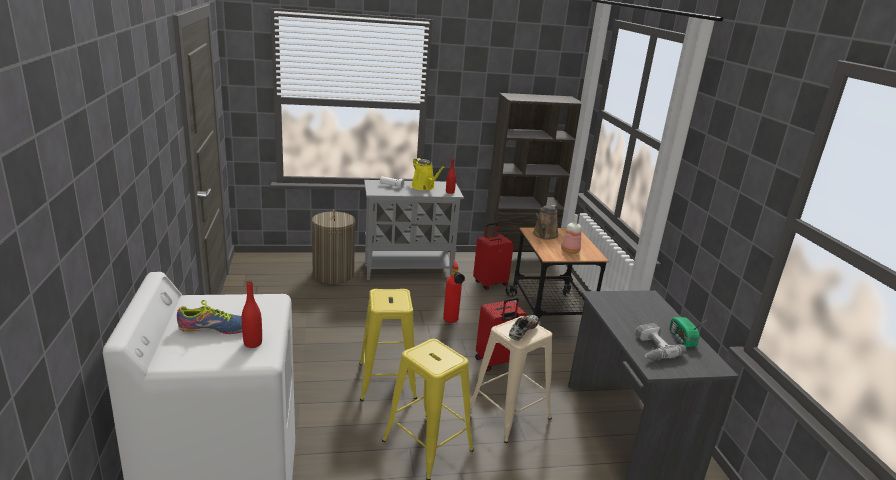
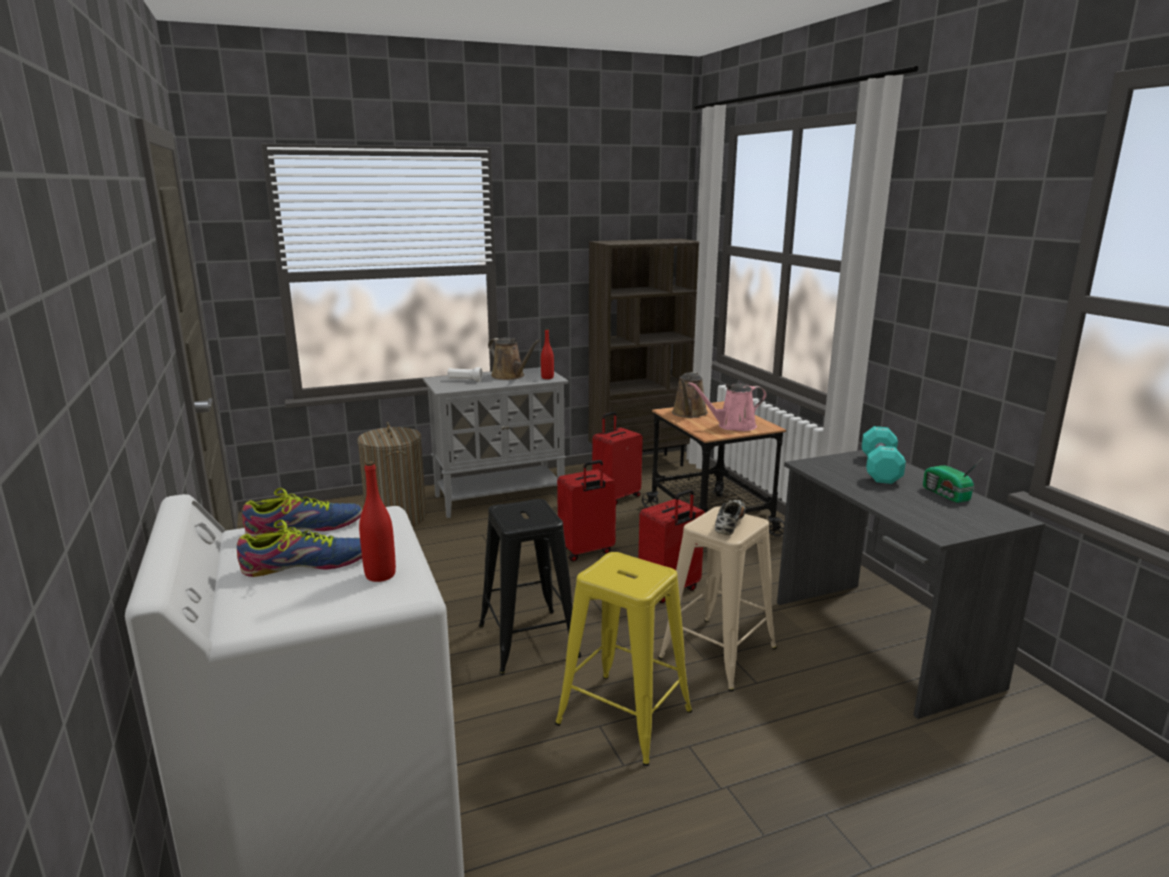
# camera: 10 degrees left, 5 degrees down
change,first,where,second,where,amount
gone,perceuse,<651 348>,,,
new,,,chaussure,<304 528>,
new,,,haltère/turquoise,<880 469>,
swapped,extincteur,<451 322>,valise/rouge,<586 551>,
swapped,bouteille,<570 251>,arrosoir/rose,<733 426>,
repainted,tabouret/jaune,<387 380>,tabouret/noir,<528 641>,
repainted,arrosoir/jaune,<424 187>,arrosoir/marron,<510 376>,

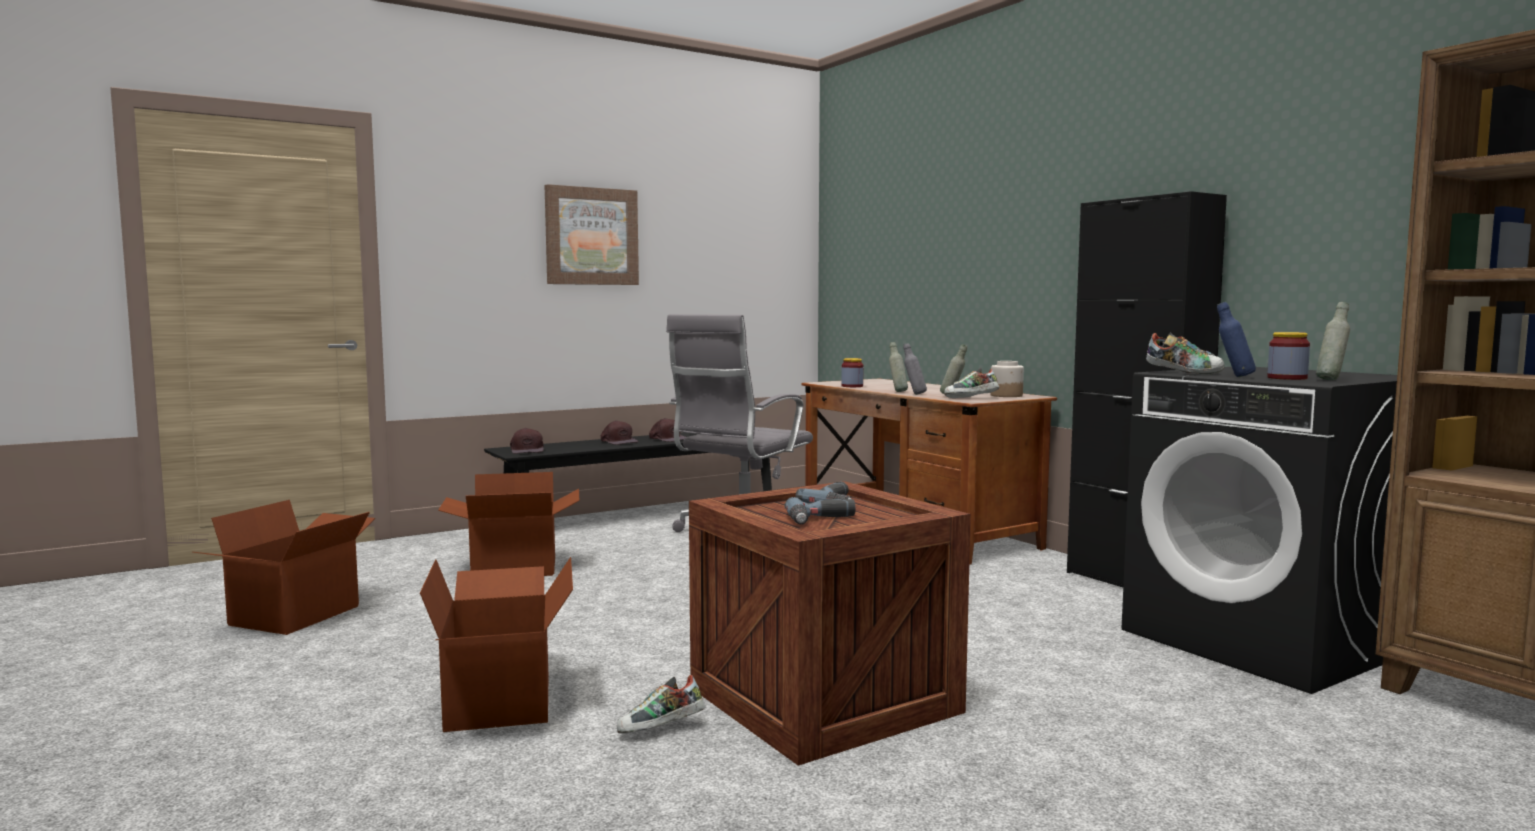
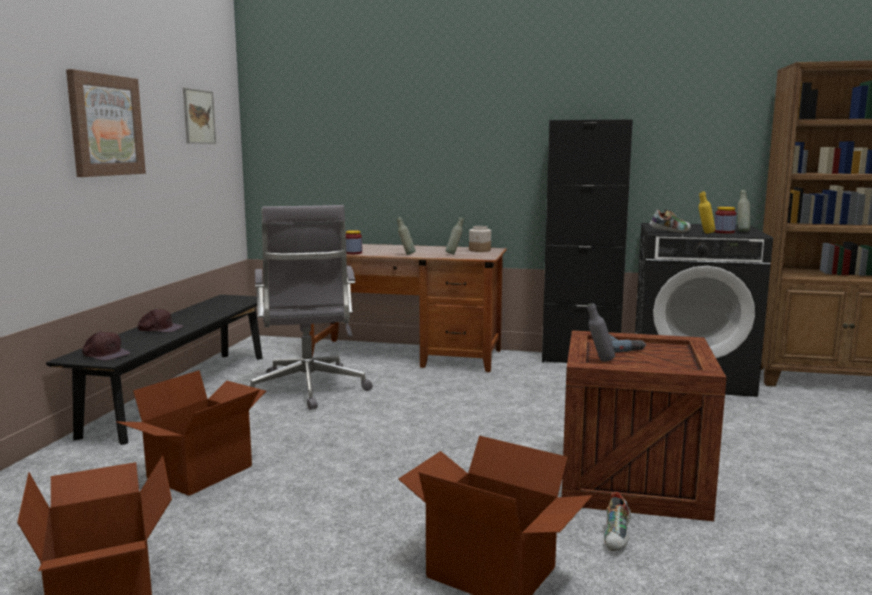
# camera: 45 degrees left, 5 degrees up
change,first,where,second,where,amount
gone,casquette/marron,<668 439>,,,
gone,perceuse,<822 520>,,,
gone,chaussure,<971 398>,,,
new,,,tableau,<199 116>,
shifted,bouteille/gris,<914 394>,,<599 361>,
repainted,bouteille/bleu,<1234 377>,bouteille/jaune,<705 233>,

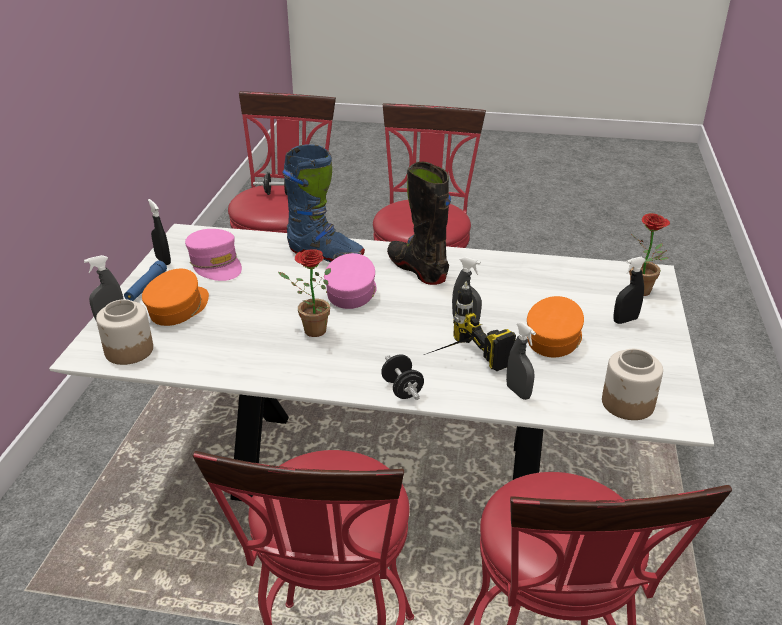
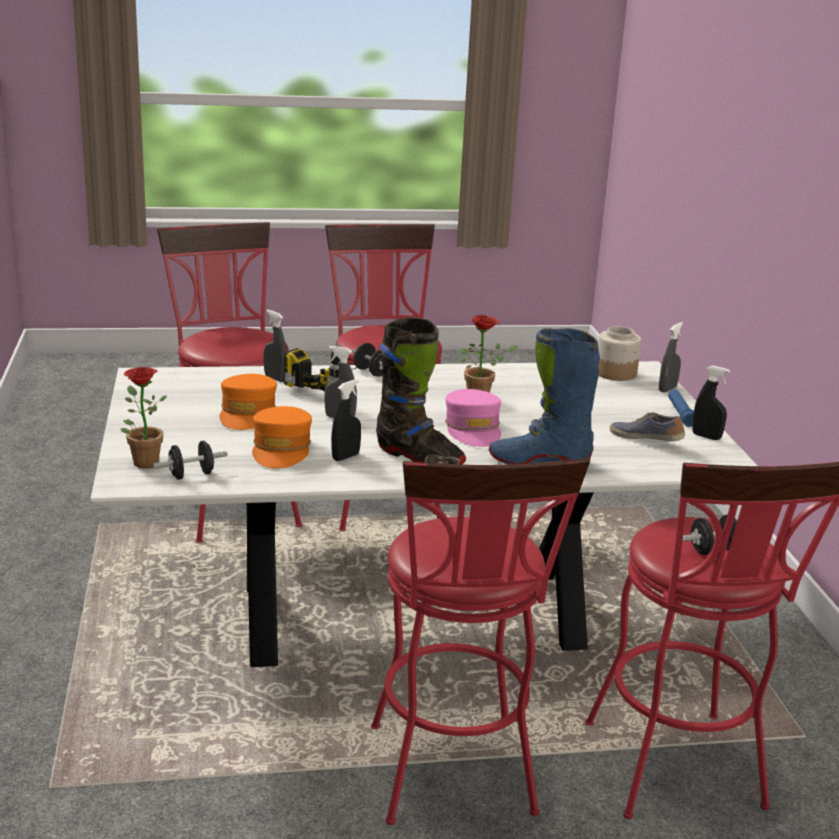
# camera: 160 degrees right, 10 degrees down
change,first,where,second,where,amount
gone,bocal,<628 403>,,,
new,,,haltère/noir,<191 475>,
shifted,casquette/orange,<178 308>,,<281 449>,
shifted,vaporisateur/noir,<625 320>,,<345 457>,
swapped,casquette/rose,<216 264>,chaussure,<646 439>,

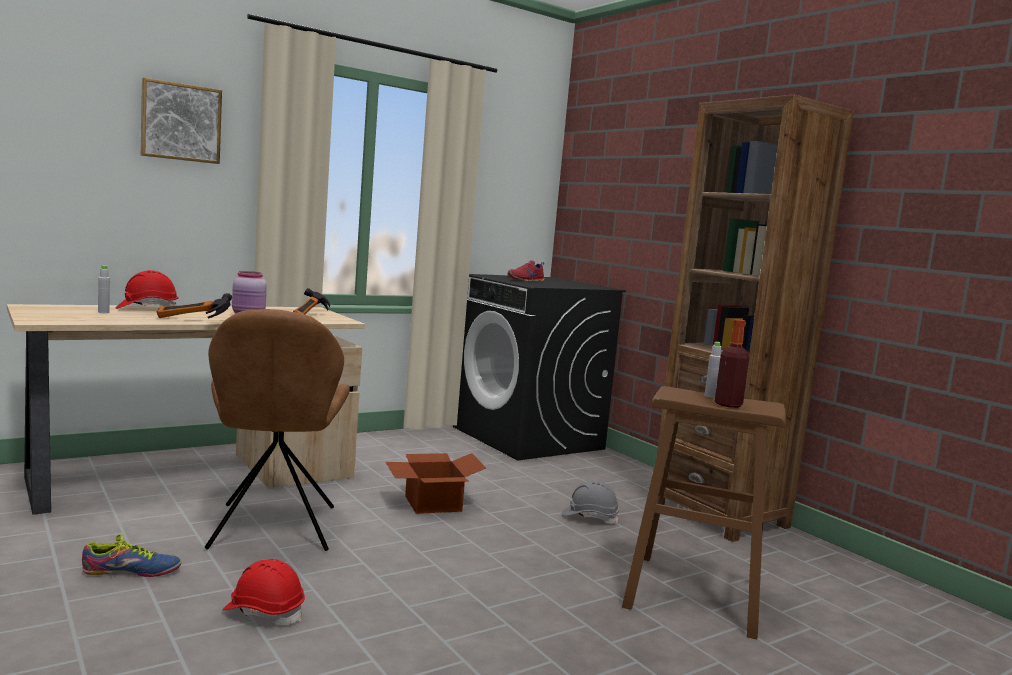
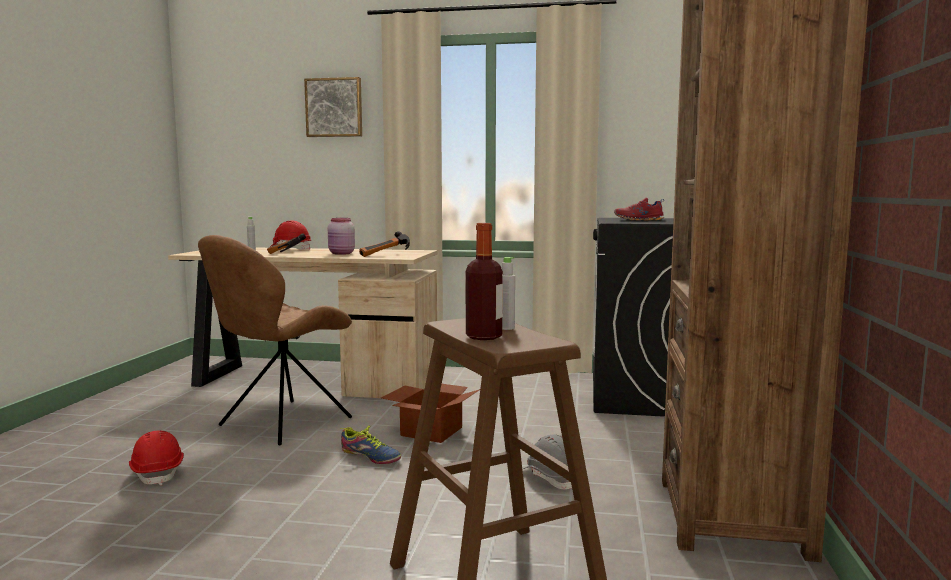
# camera: 45 degrees right, 0 degrees up
change,first,where,second,where,amount
shifted,chaussure,<131 571>,,<370 456>,

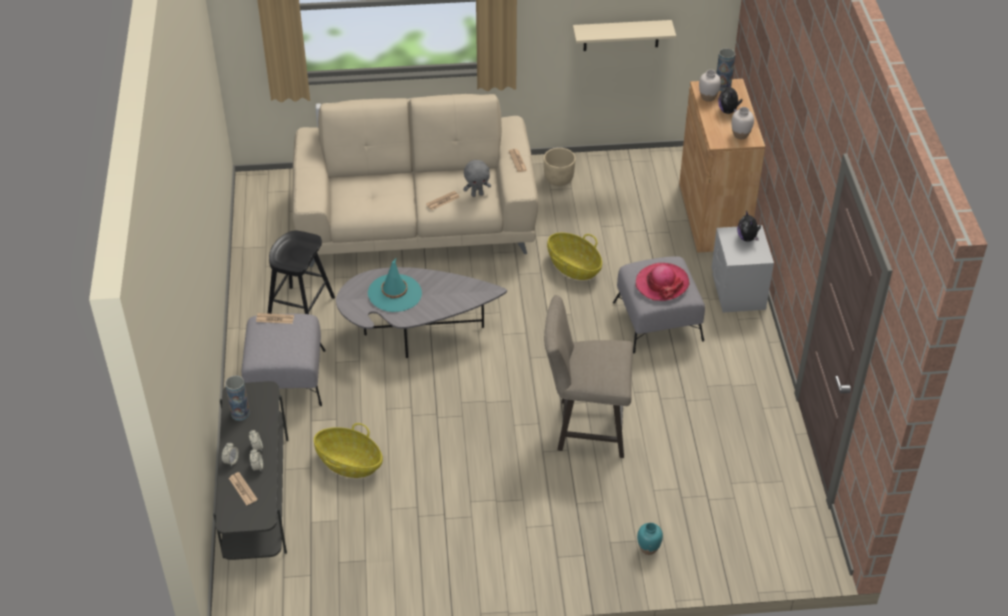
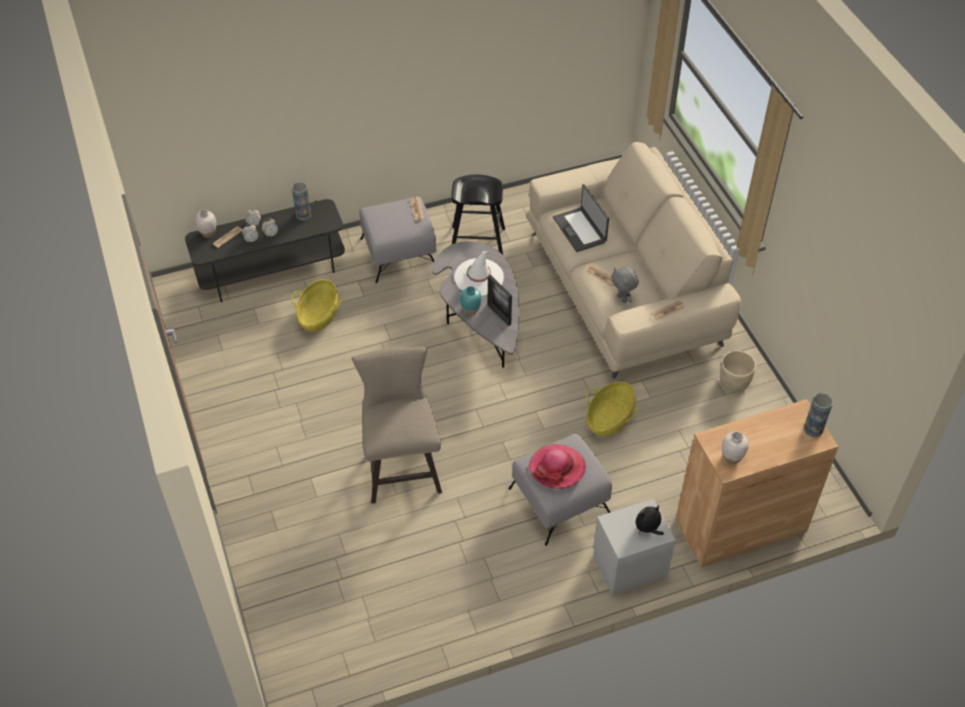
# camera: 75 degrees right, 5 degrees up
change,first,where,second,where,amount
gone,étagère/beige,<621 35>,,,
gone,peluche,<728 111>,,,
new,,,cadre photo,<499 315>,
new,,,ordinateur portable,<580 230>,
shifted,vase/turquoise,<648 548>,,<470 310>,
shifted,vase/blanc,<708 97>,,<208 233>,
repainted,chapeau/turquoise,<395 293>,chapeau/blanc,<479 277>,

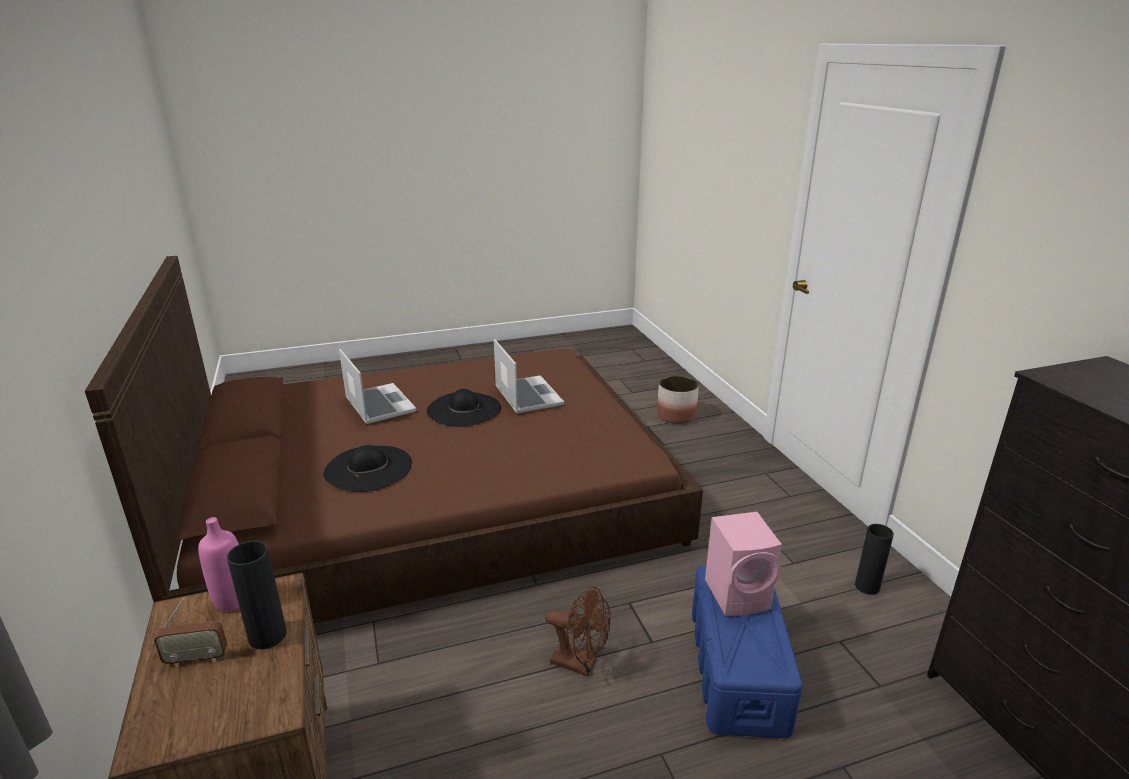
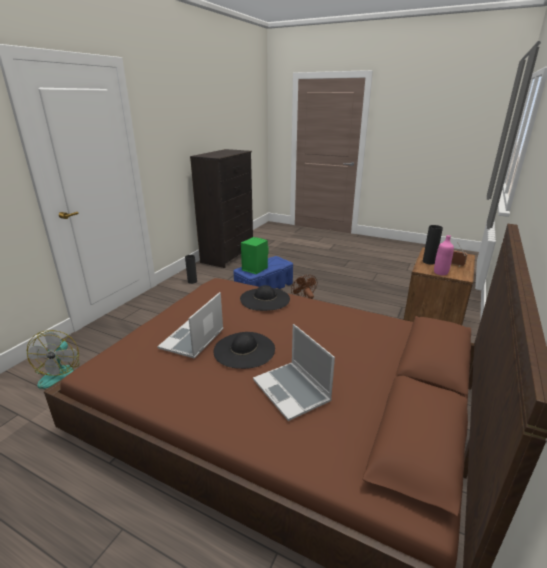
# camera: 135 degrees left, 0 degrees up
change,first,where,second,where,amount
shifted,chapeau/noir,<368 468>,,<265 299>,
swapped,cache-pot,<676 416>,ventilateur,<60 372>,
repainted,enceinte/rose,<739 594>,enceinte/vert,<254 269>,
rotated,ordinateur portable,<378 405>,,<292 391>,45 degrees counterclockwise

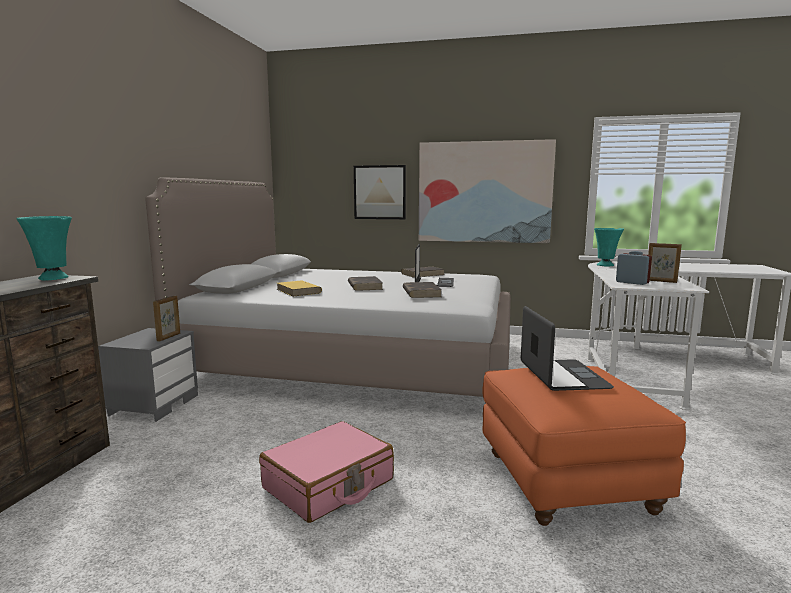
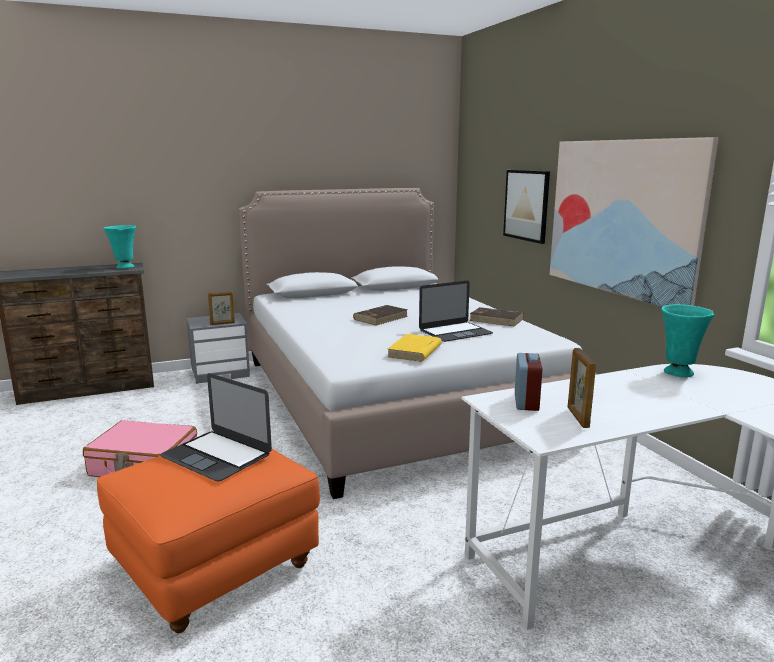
# camera: 55 degrees right, 5 degrees up
change,first,where,second,where,amount
gone,livre/marron,<421 293>,,,
shifted,livre/jaune,<299 291>,,<414 351>,
rotated,ordinateur portable,<563 375>,,<216 455>,75 degrees clockwise

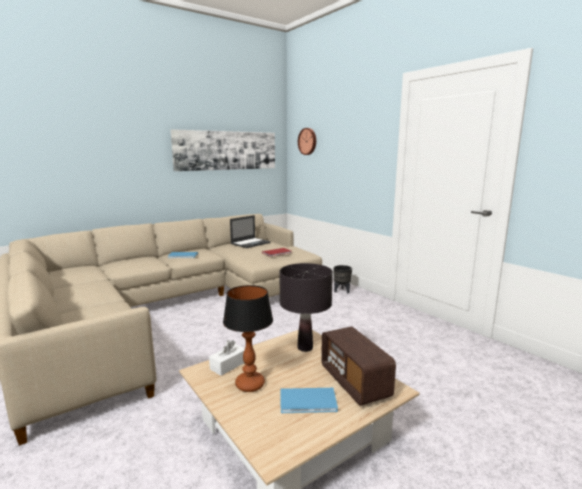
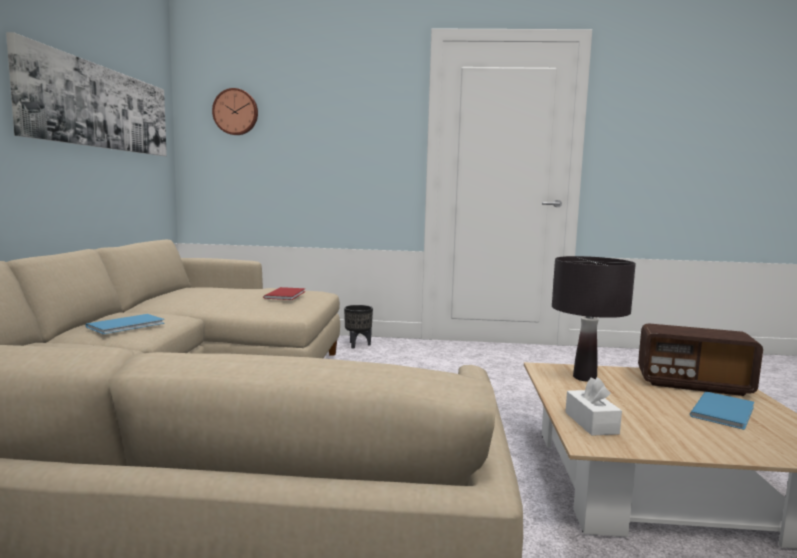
# camera: 50 degrees left, 5 degrees down
change,first,where,second,where,amount
gone,lampe de table,<250 384>,,,
gone,ordinateur portable,<250 243>,,,

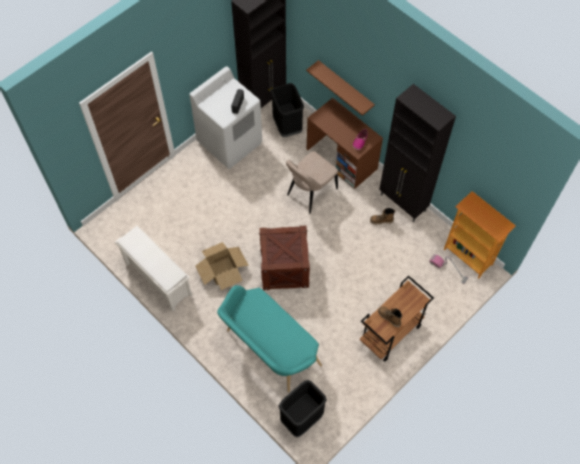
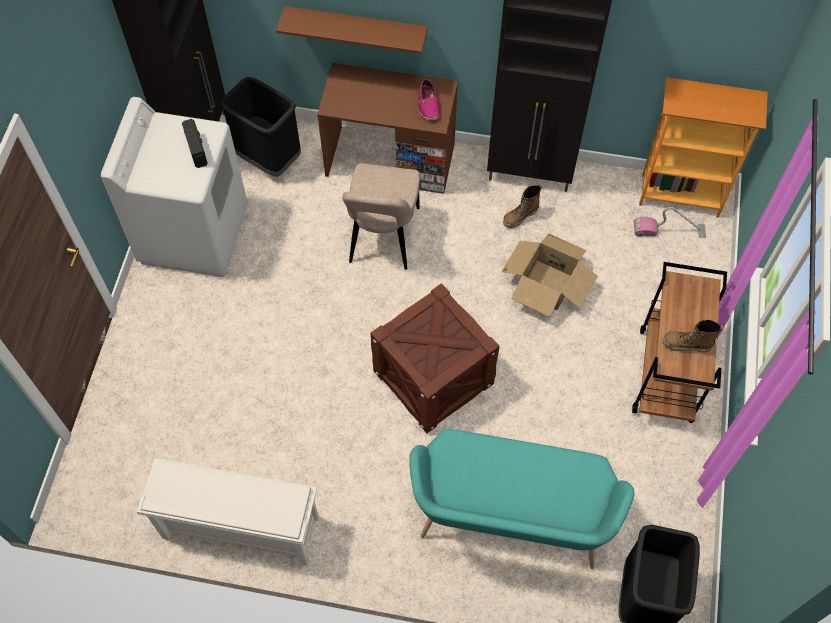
# camera: 35 degrees left, 0 degrees up
change,first,where,second,where,amount
shifted,carton,<222 270>,,<546 284>,

